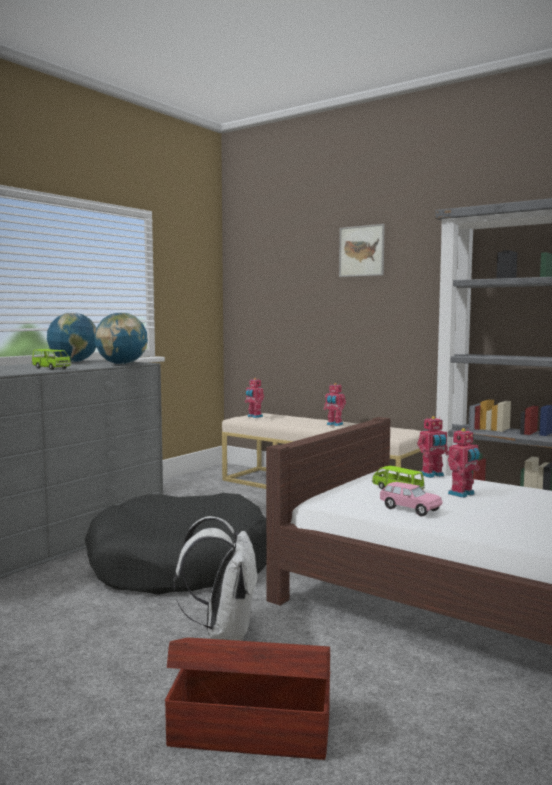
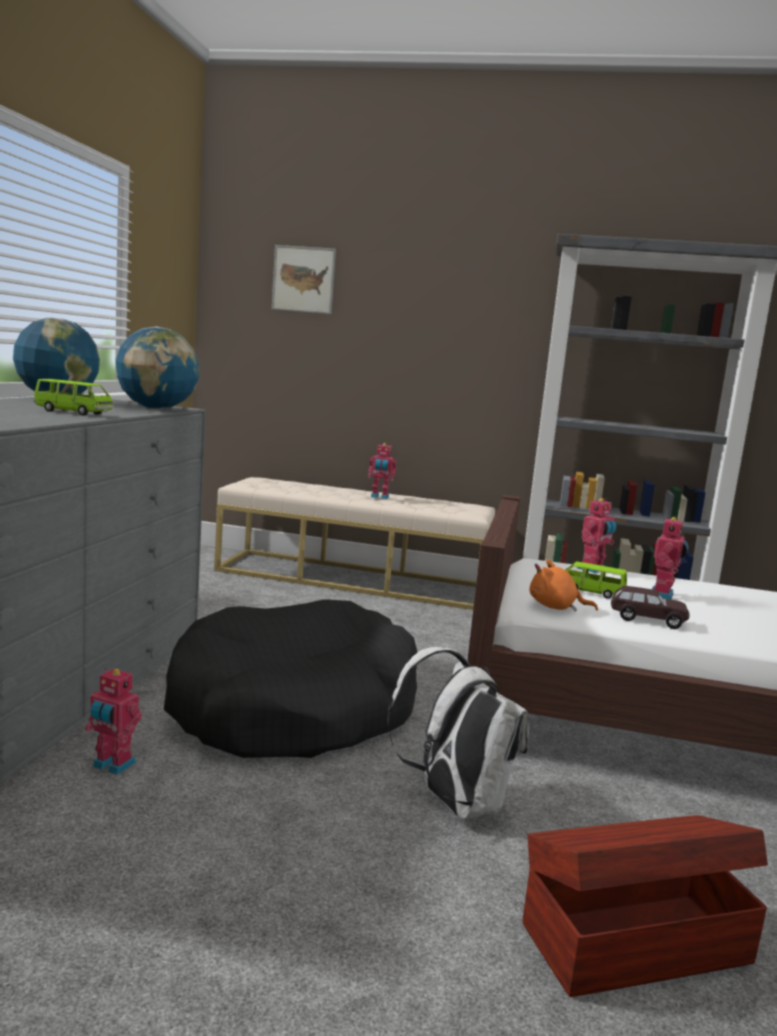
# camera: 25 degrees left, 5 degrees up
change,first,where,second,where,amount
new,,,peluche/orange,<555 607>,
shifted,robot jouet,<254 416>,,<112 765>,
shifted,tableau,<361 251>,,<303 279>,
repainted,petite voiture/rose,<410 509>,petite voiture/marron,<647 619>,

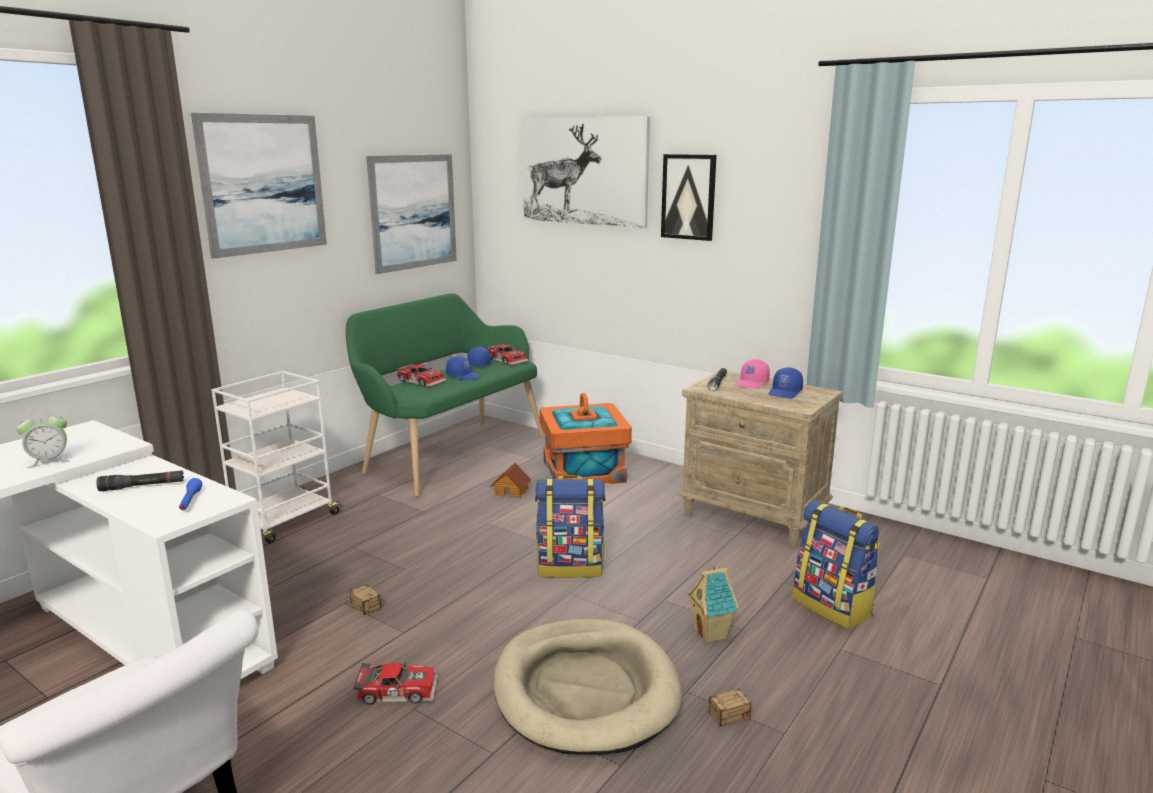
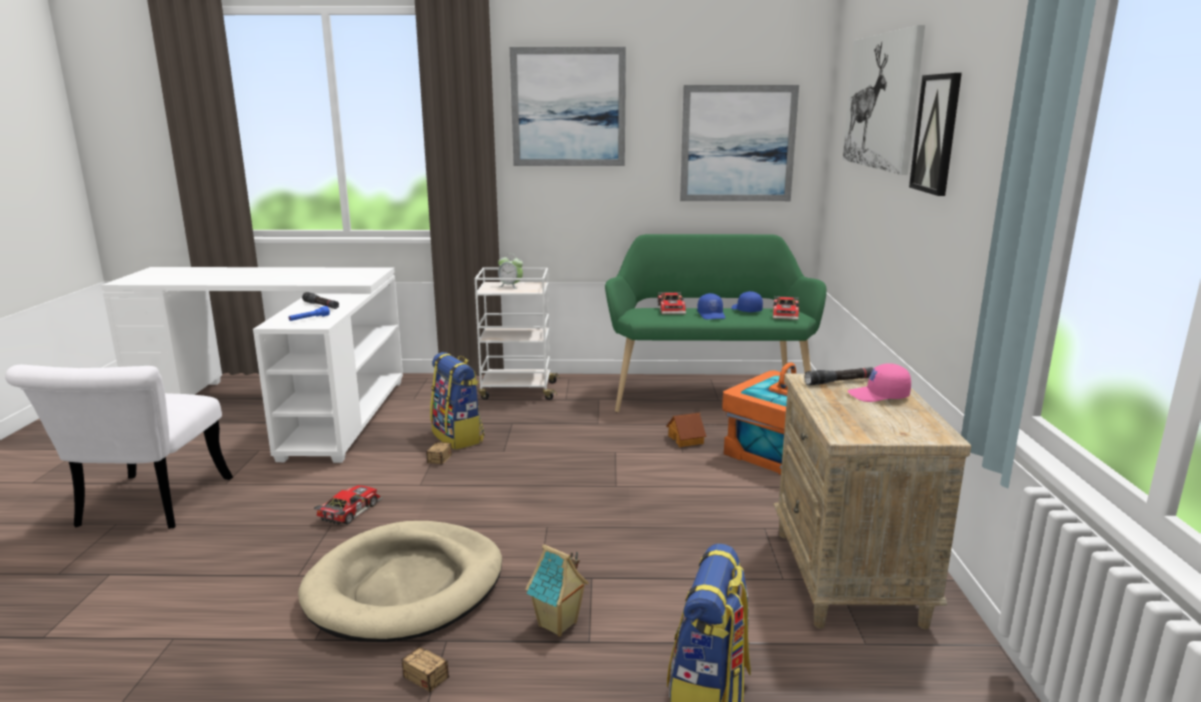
# camera: 55 degrees right, 0 degrees up
change,first,where,second,where,amount
gone,casquette/bleu,<785 392>,,,
shifted,réveil,<49 461>,,<510 286>,
shifted,sac à dos,<570 567>,,<458 437>,
rotated,petite voiture,<397 690>,,<348 511>,120 degrees counterclockwise

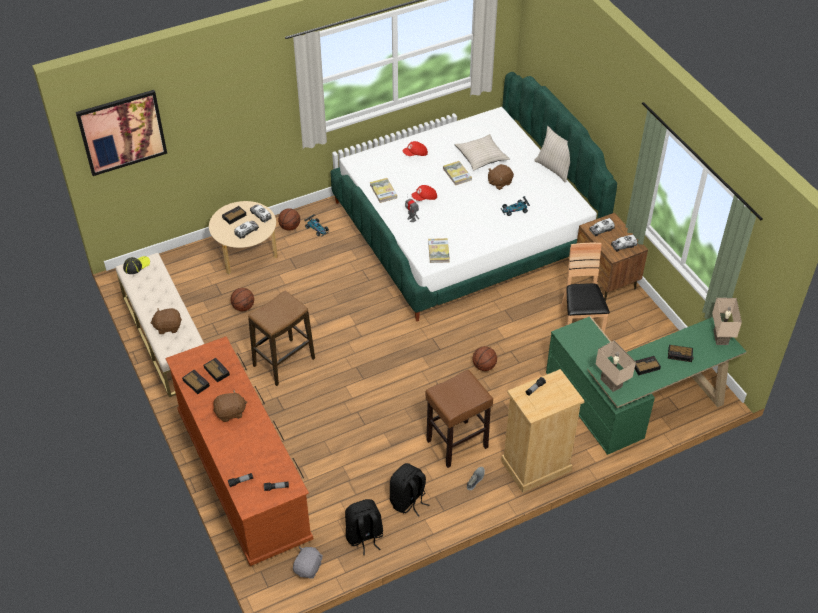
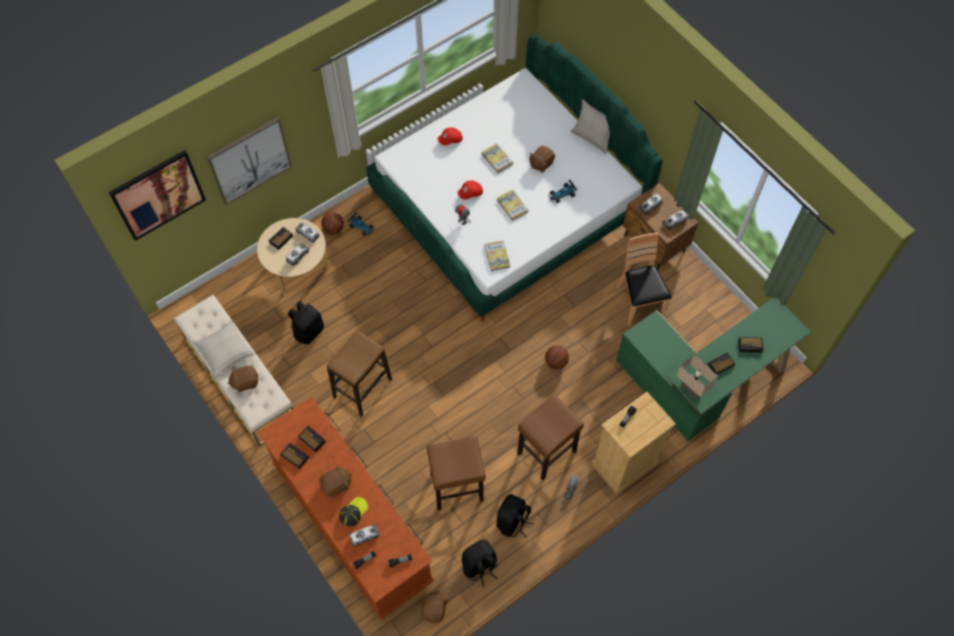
# camera: 10 degrees left, 15 degrees up
change,first,where,second,where,amount
gone,lampe de table/beige,<719 337>,,,
new,,,tableau,<250 160>,
new,,,camion jouet,<364 536>,
new,,,tabouret/marron,<457 487>,
shifted,casquette,<136 265>,,<353 512>,
shifted,livre,<383 191>,,<512 206>,
shifted,coussin/beige,<481 156>,,<224 351>,
swapped,ballon de basket,<243 307>,sac à dos/noir,<308 331>,
repainted,peluche/gris,<308 568>,peluche/marron,<435 609>,

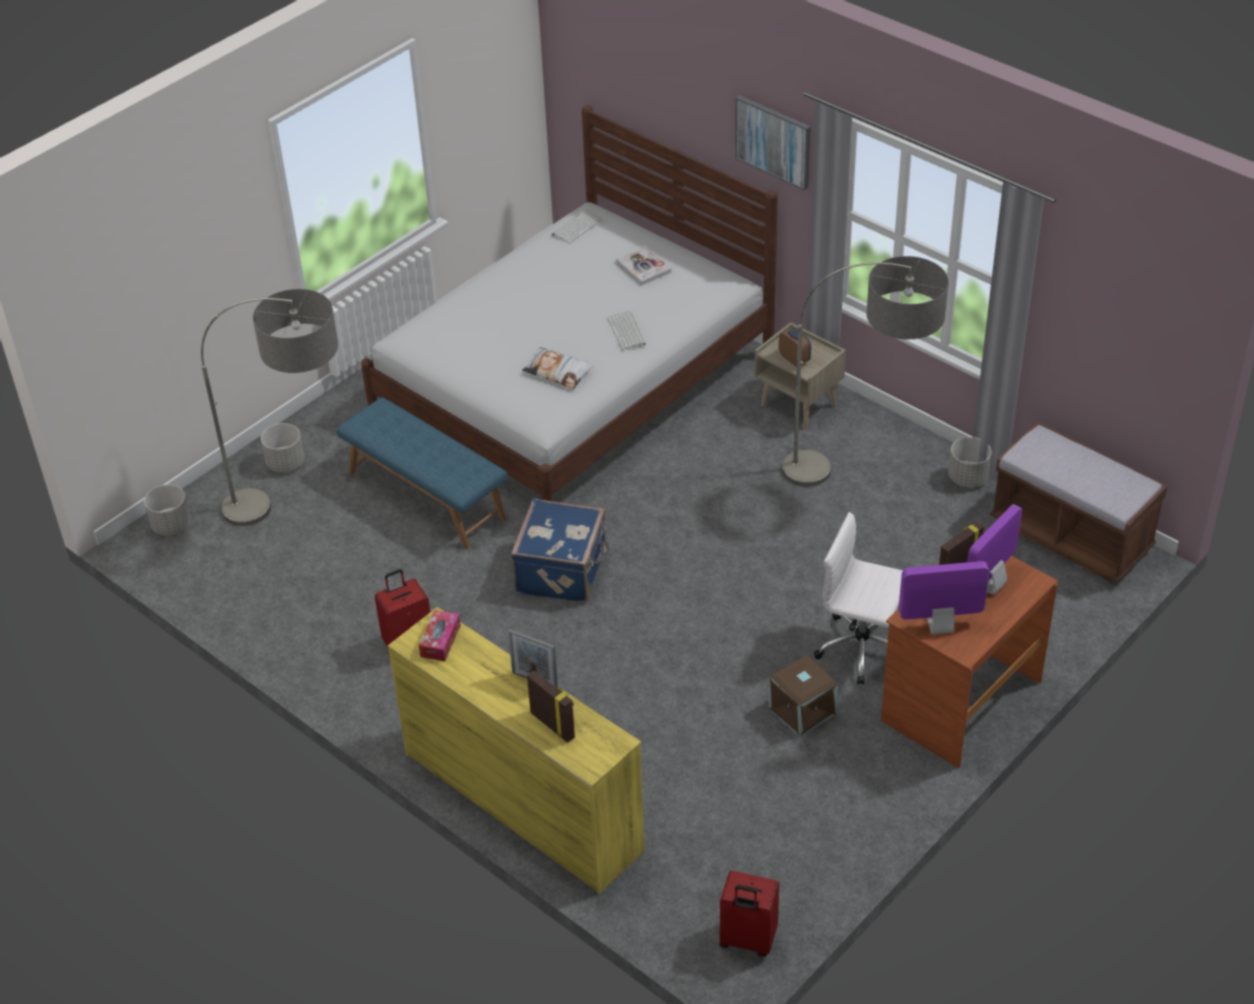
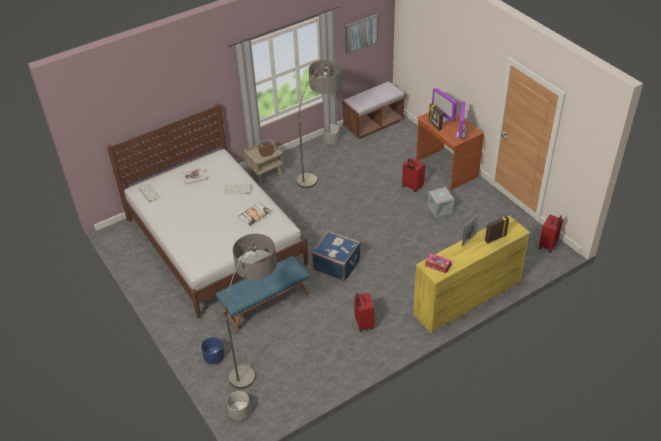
# camera: 75 degrees left, 0 degrees up
change,first,where,second,where,amount
shifted,tableau,<773 141>,,<361 33>,
swapped,chaise de bureau/blanc,<863 648>,valise/rouge,<412 187>,
repainted,cache-pot/gris,<285 463>,cache-pot/bleu,<214 357>,
repainted,boîte de rangement/marron,<802 712>,boîte de rangement/gris,<440 209>,

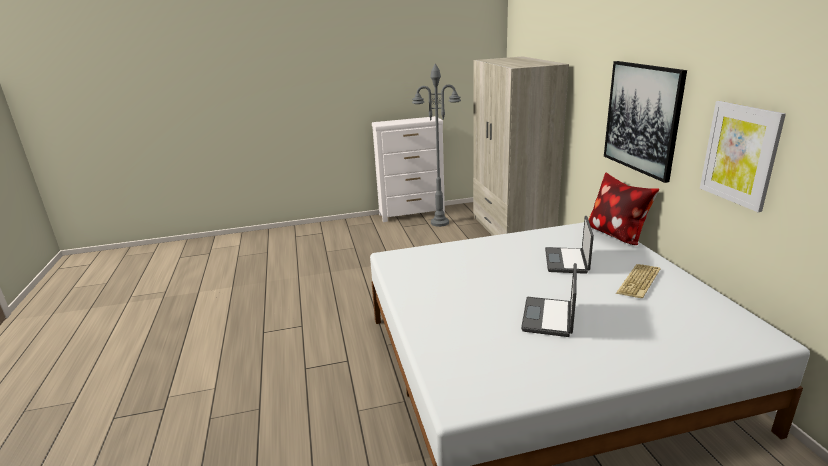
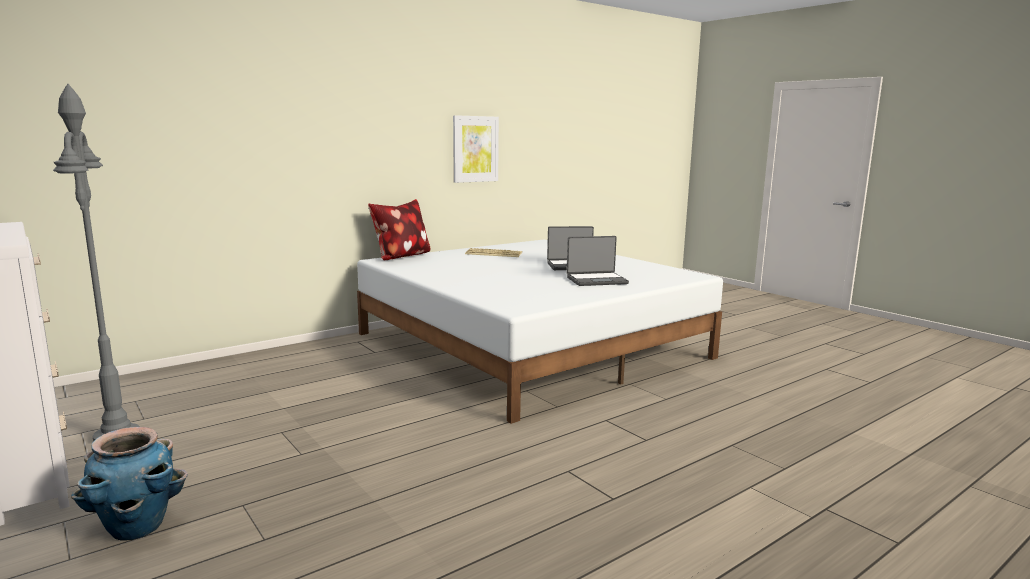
# camera: 115 degrees left, 10 degrees down
change,first,where,second,where,amount
gone,armoire/beige,<511 231>,,,
gone,tableau,<642 118>,,,
new,,,cache-pot,<137 527>,
shifted,ordinateur portable,<567 261>,,<596 280>,

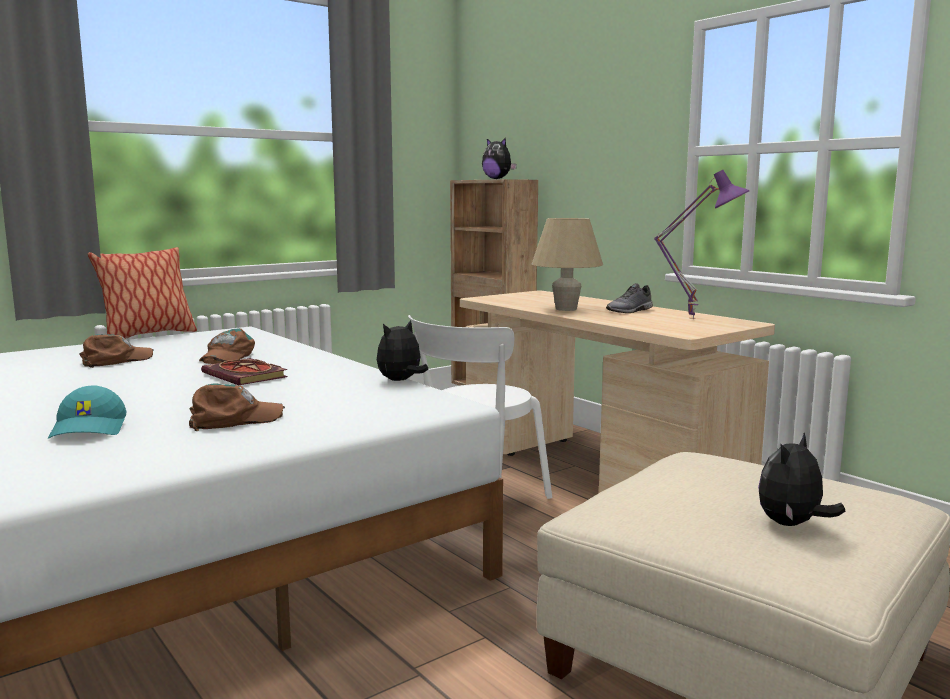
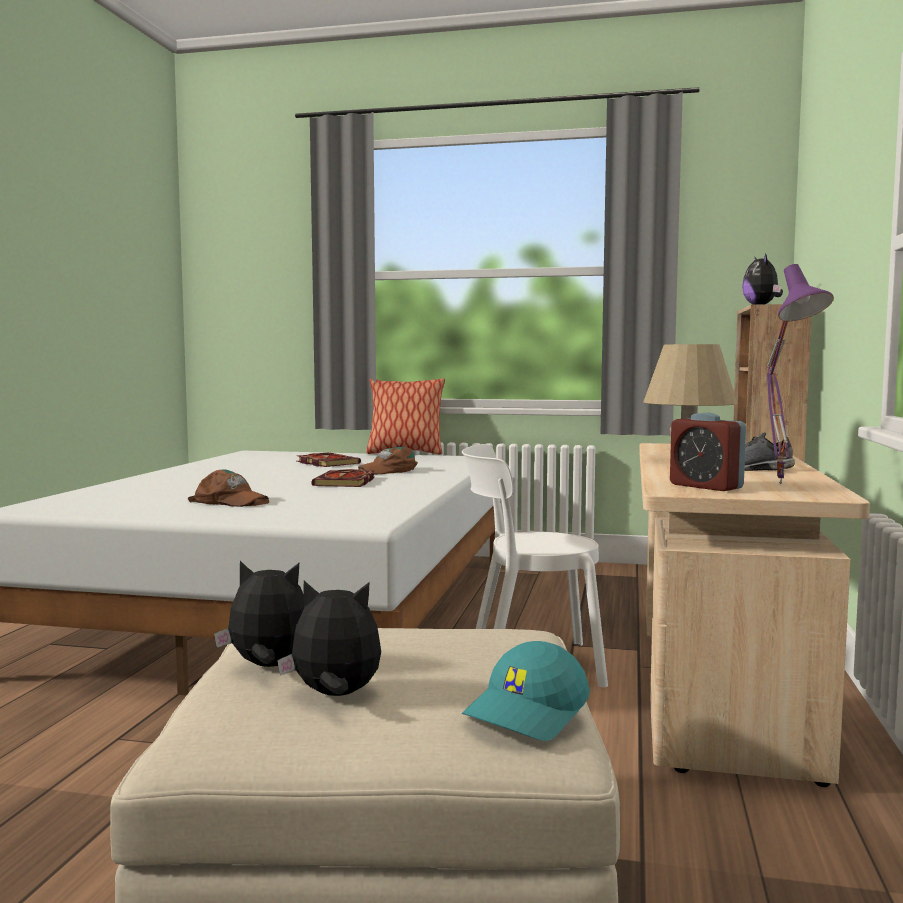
# camera: 50 degrees right, 5 degrees down
change,first,where,second,where,amount
new,,,réveil,<706 486>,
shifted,casquette/turquoise,<90 429>,,<528 713>,
shifted,peluche,<401 381>,,<268 667>,
swapped,casquette/marron,<116 360>,livre,<326 463>,

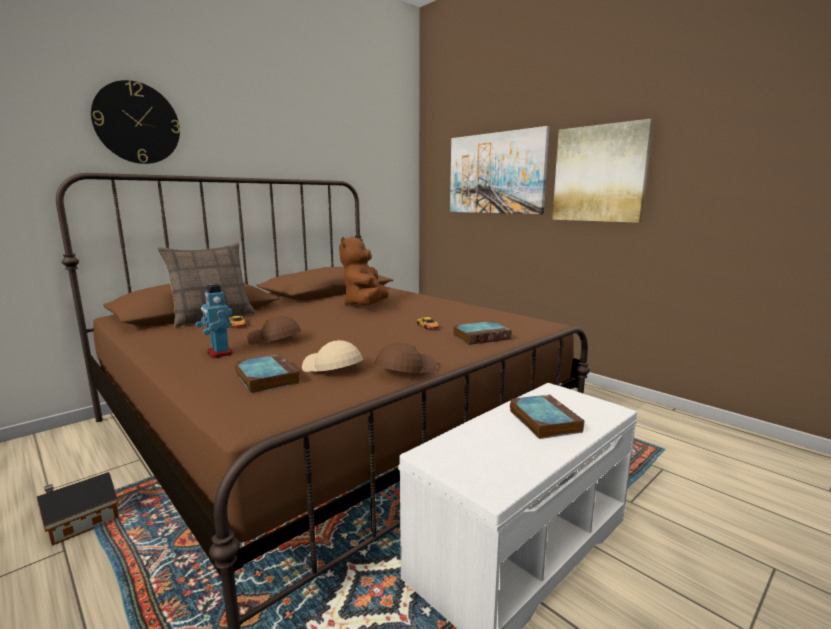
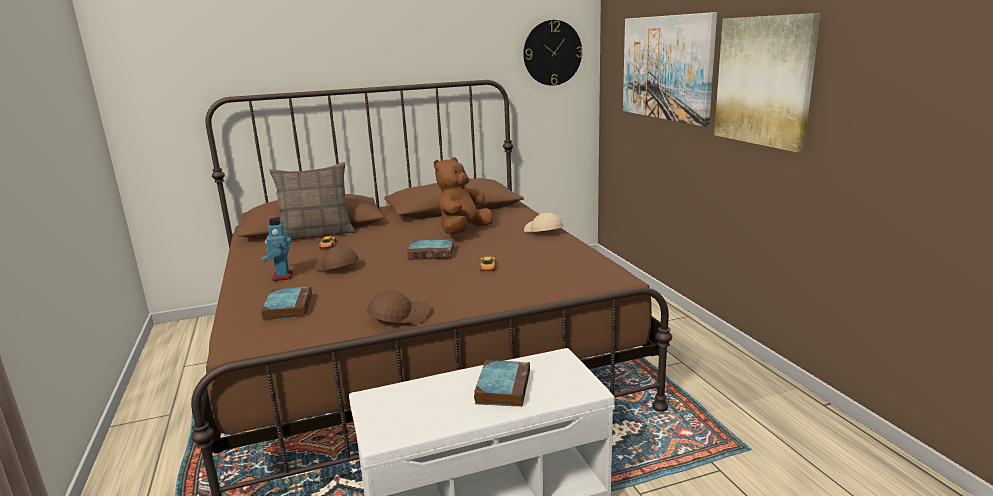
# camera: 25 degrees right, 5 degrees up
change,first,where,second,where,amount
gone,maison miniature,<79 523>,,,
shifted,horloge murale,<137 123>,,<552 53>,
shifted,casquette/beige,<331 368>,,<543 231>,
shifted,livre,<482 337>,,<433 253>,

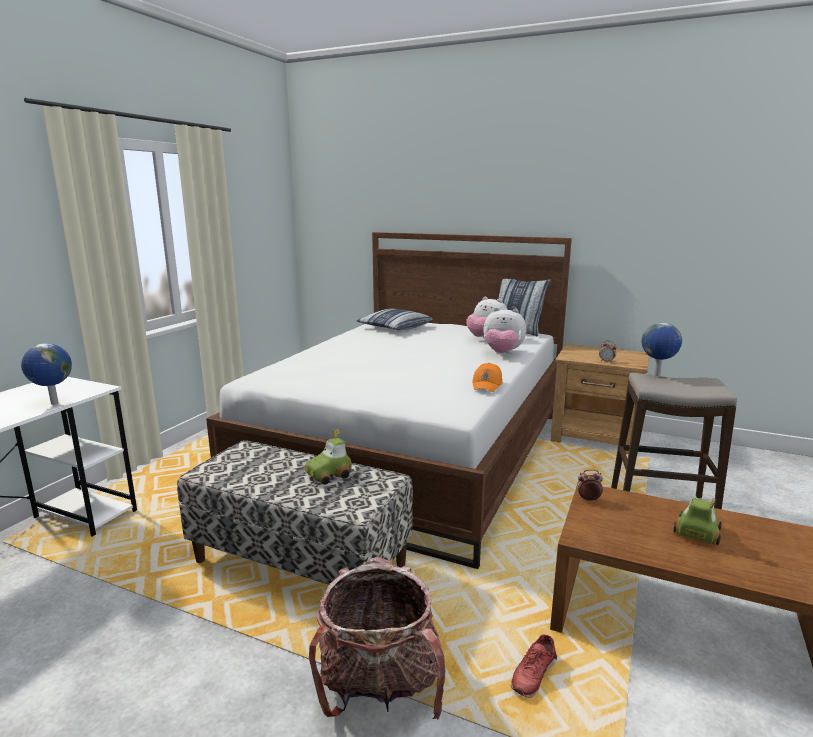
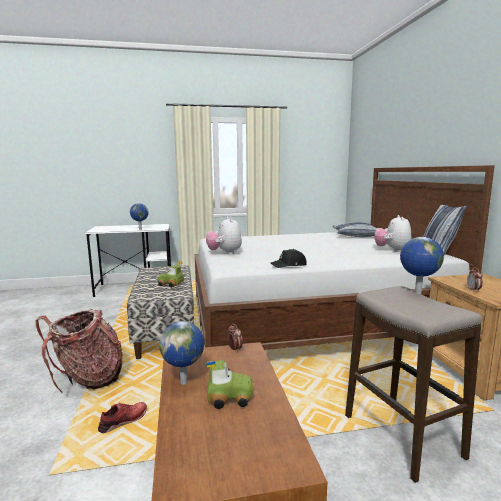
# camera: 55 degrees right, 5 degrees down
change,first,where,second,where,amount
new,,,globe,<184 382>,
shifted,peluche,<502 353>,,<224 253>,
repainted,casquette/orange,<487 385>,casquette/noir,<289 265>,
rotated,chaussure/rouge,<533 674>,,<123 421>,135 degrees clockwise

